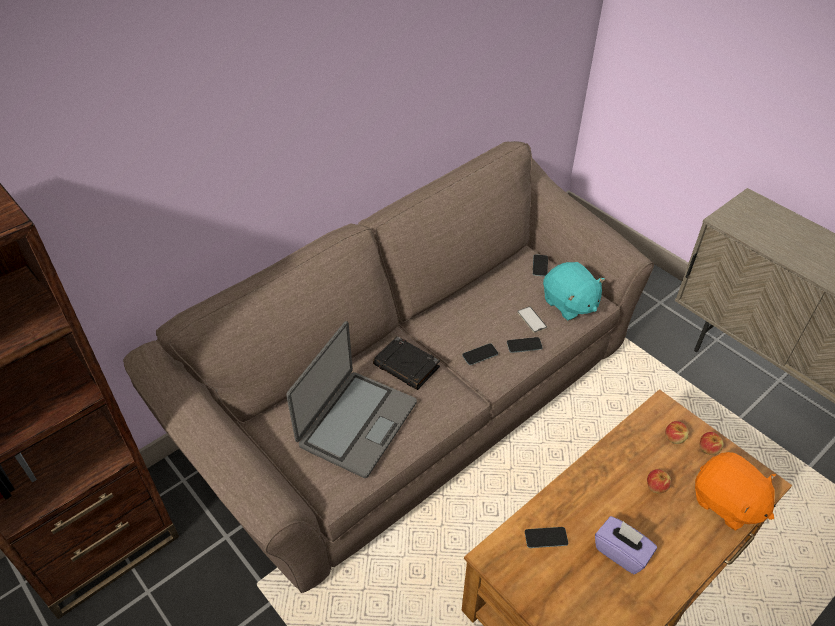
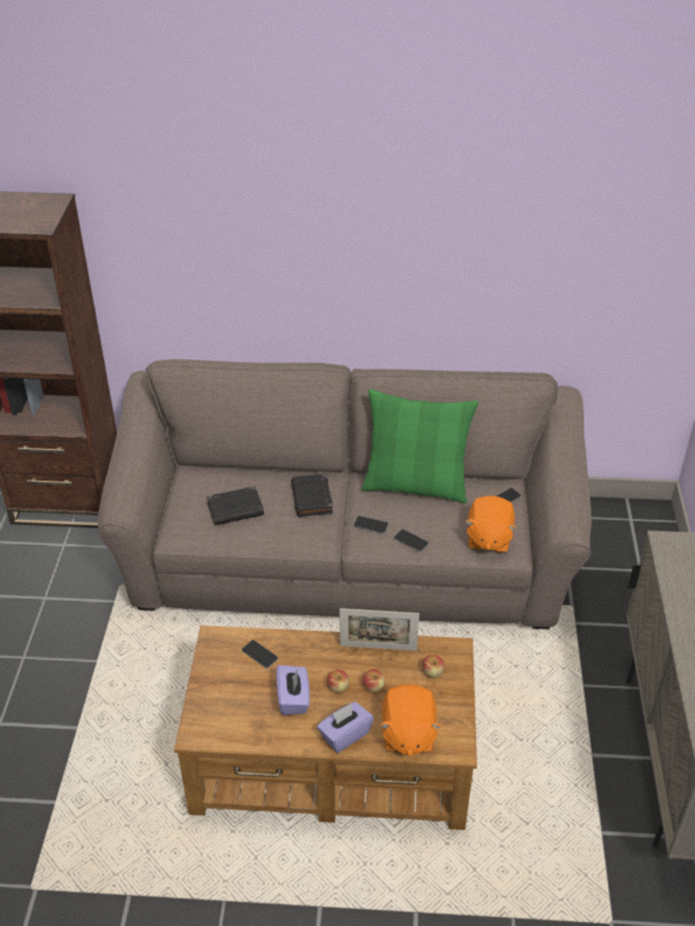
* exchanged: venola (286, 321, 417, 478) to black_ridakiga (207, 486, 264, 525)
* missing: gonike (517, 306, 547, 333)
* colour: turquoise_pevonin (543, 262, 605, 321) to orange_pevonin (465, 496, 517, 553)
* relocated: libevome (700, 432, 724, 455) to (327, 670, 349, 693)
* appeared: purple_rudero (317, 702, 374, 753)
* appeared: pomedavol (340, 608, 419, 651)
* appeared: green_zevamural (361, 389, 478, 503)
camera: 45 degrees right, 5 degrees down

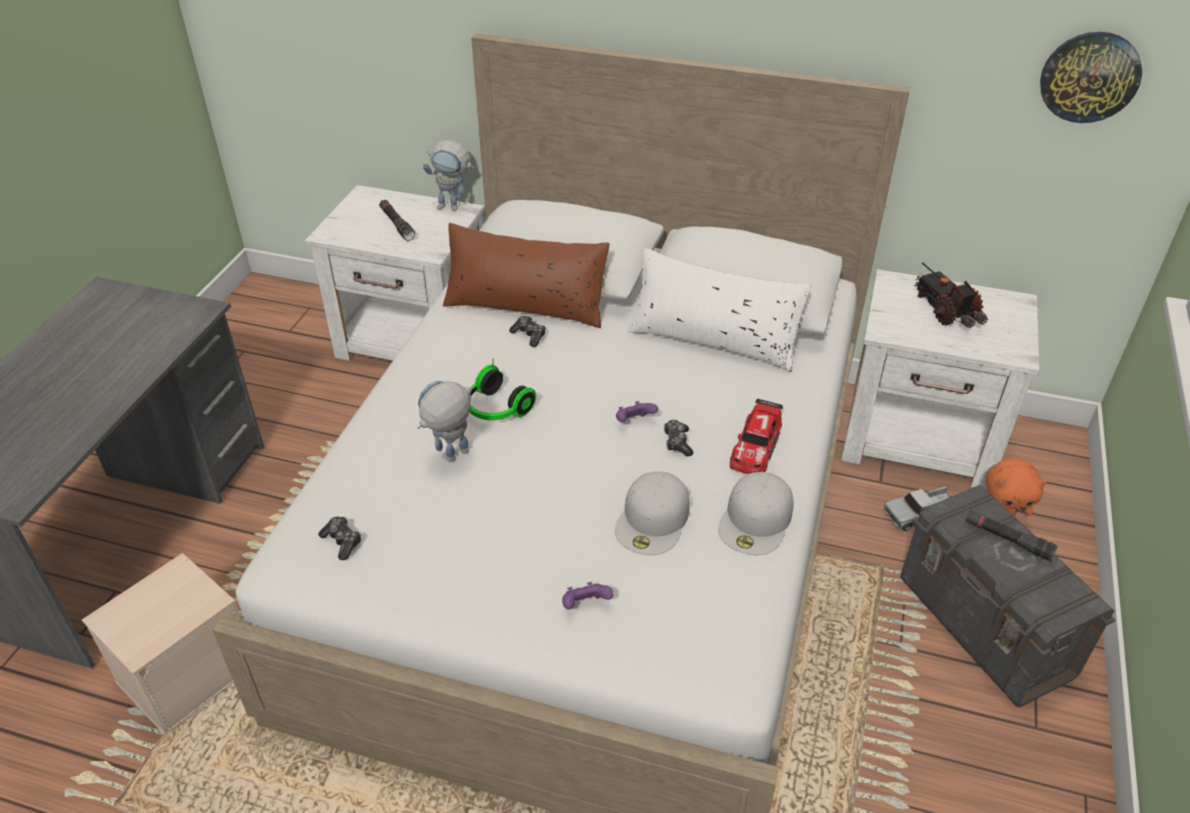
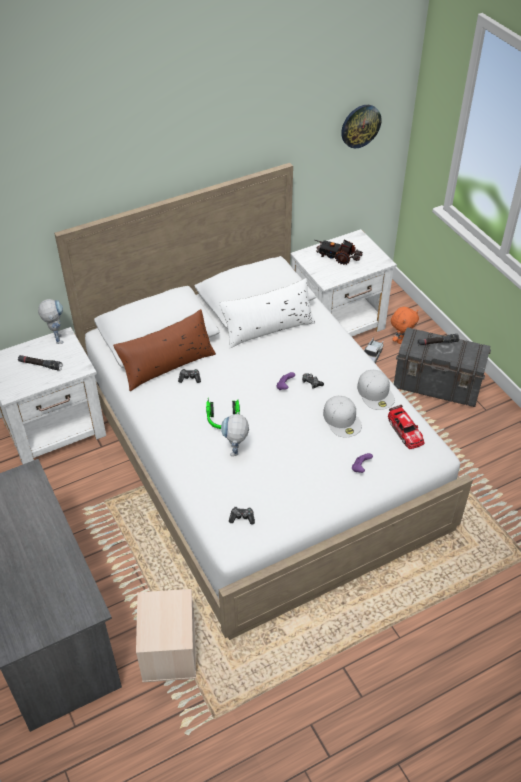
* spun: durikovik (423, 140, 474, 212) = (38, 299, 63, 344) 75 degrees counterclockwise
* relocated: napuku (730, 399, 783, 474) to (388, 405, 425, 449)
camera: 45 degrees left, 5 degrees up

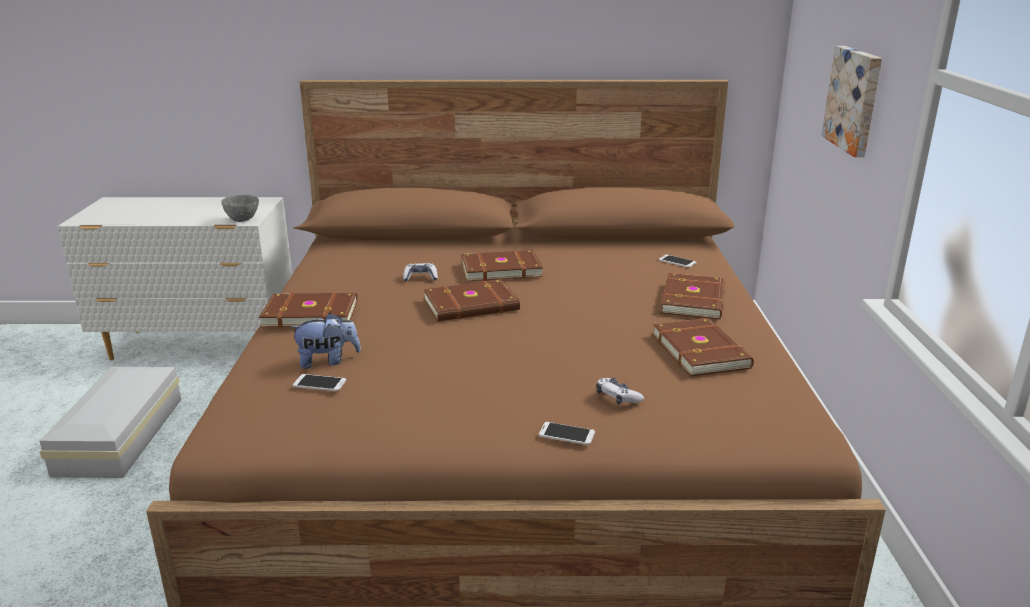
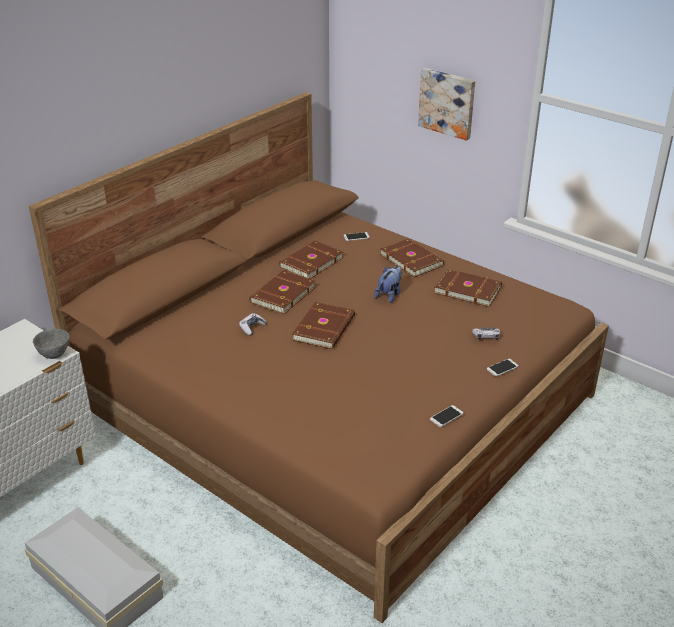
* relocated: brown_ridakiga (259, 292, 358, 328) to (279, 240, 344, 279)
* relocated: pevonin (289, 313, 361, 369) to (374, 266, 402, 303)
* relocated: gonike (293, 374, 346, 391) to (430, 405, 463, 427)
camera: 50 degrees left, 10 degrees up

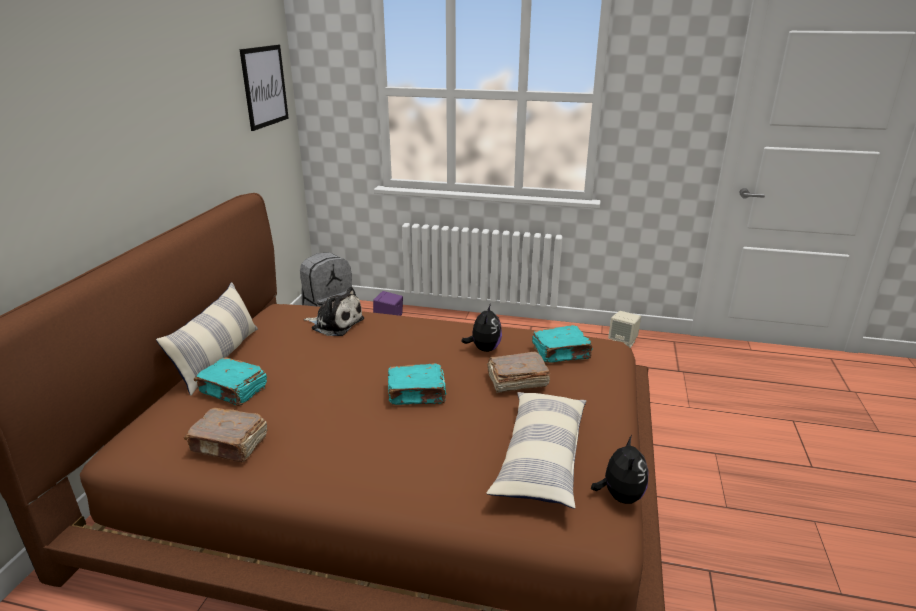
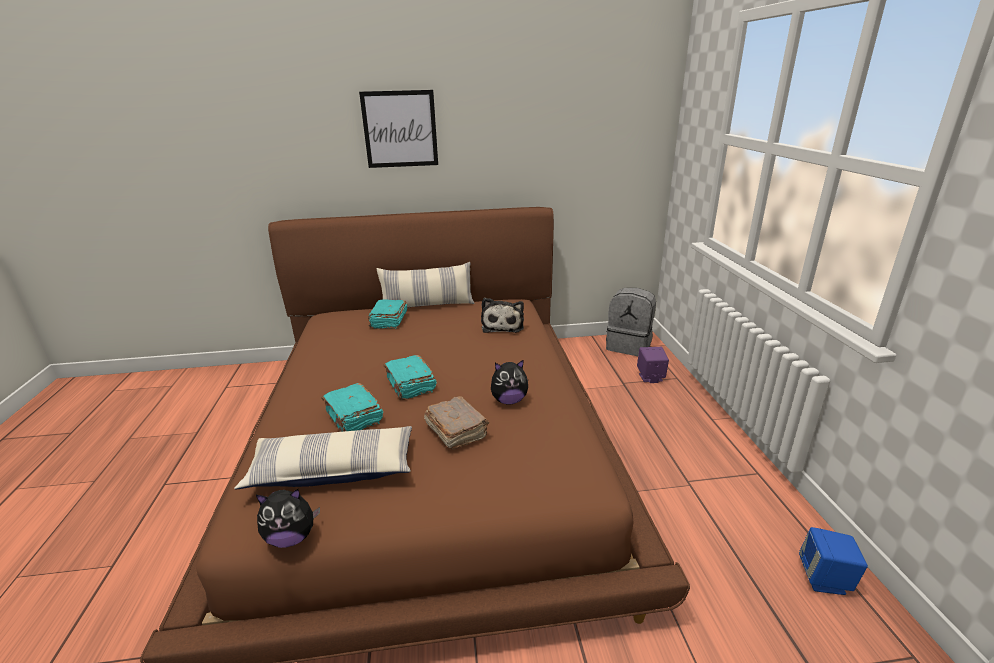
* missing: brown_ridakiga (184, 408, 267, 463)
* relocated: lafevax (239, 45, 289, 131) to (359, 90, 438, 168)
* relocated: turquoise_ridakiga (532, 325, 593, 363) to (321, 383, 383, 432)
* colour: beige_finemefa (608, 311, 641, 348) to blue_finemefa (799, 527, 868, 595)
camera: 70 degrees right, 0 degrees up

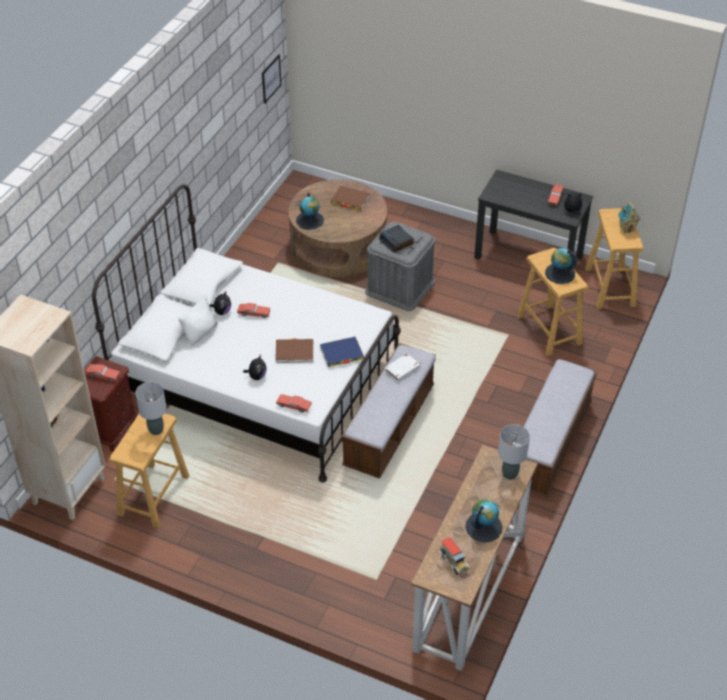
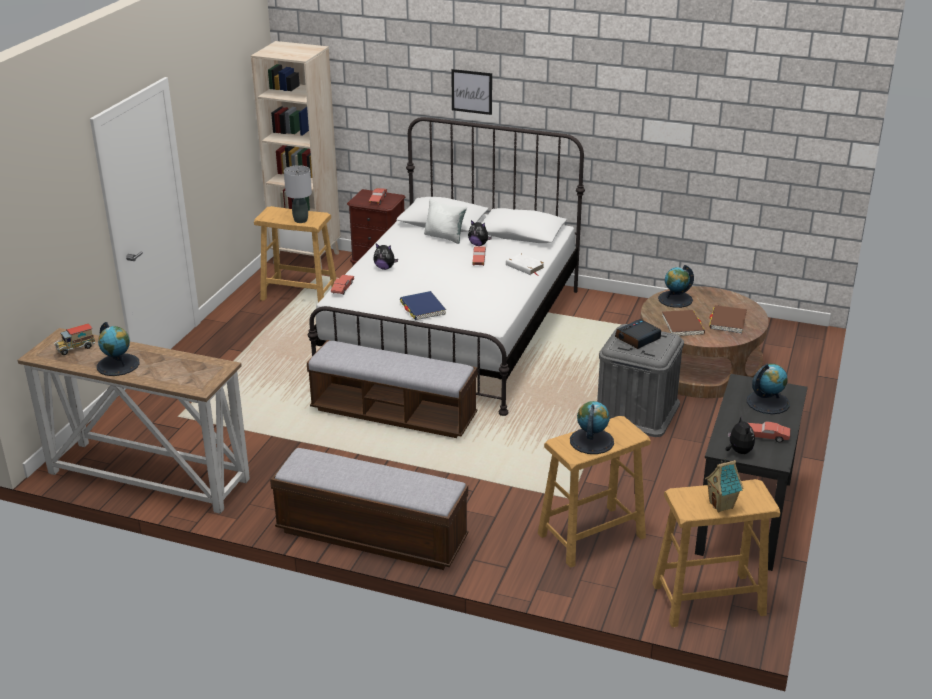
* relocated: lafevax (262, 54, 281, 104) to (451, 69, 492, 115)
* relocated: brown_ridakiga (275, 339, 313, 363) to (662, 310, 705, 336)
* relocated: white_ridakiga (385, 353, 421, 382) to (506, 253, 544, 276)
* missing: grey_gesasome (498, 424, 530, 480)
* appeared: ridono (747, 364, 790, 414)
camera: 85 degrees right, 15 degrees down

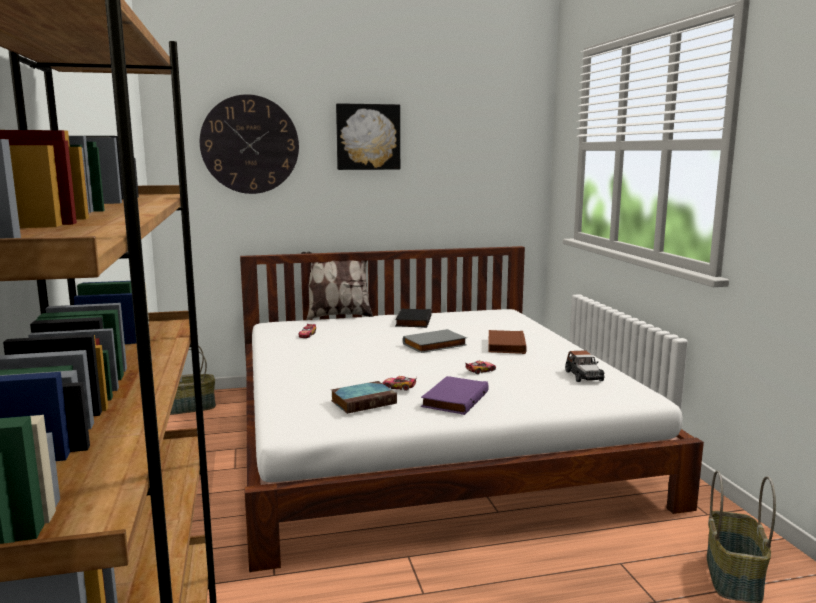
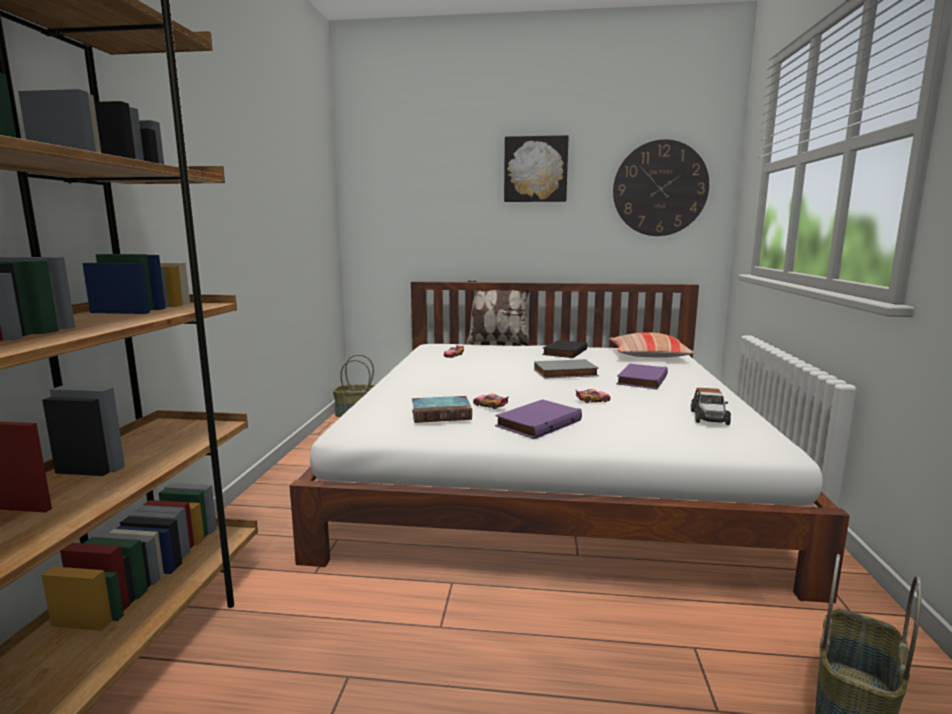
* relocated: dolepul (200, 94, 299, 194) to (613, 139, 709, 236)
* colour: brown_ridakiga (488, 330, 527, 354) to purple_ridakiga (617, 363, 668, 390)
* appeared: zevamural (609, 332, 695, 358)
camera: 20 degrees right, 0 degrees up

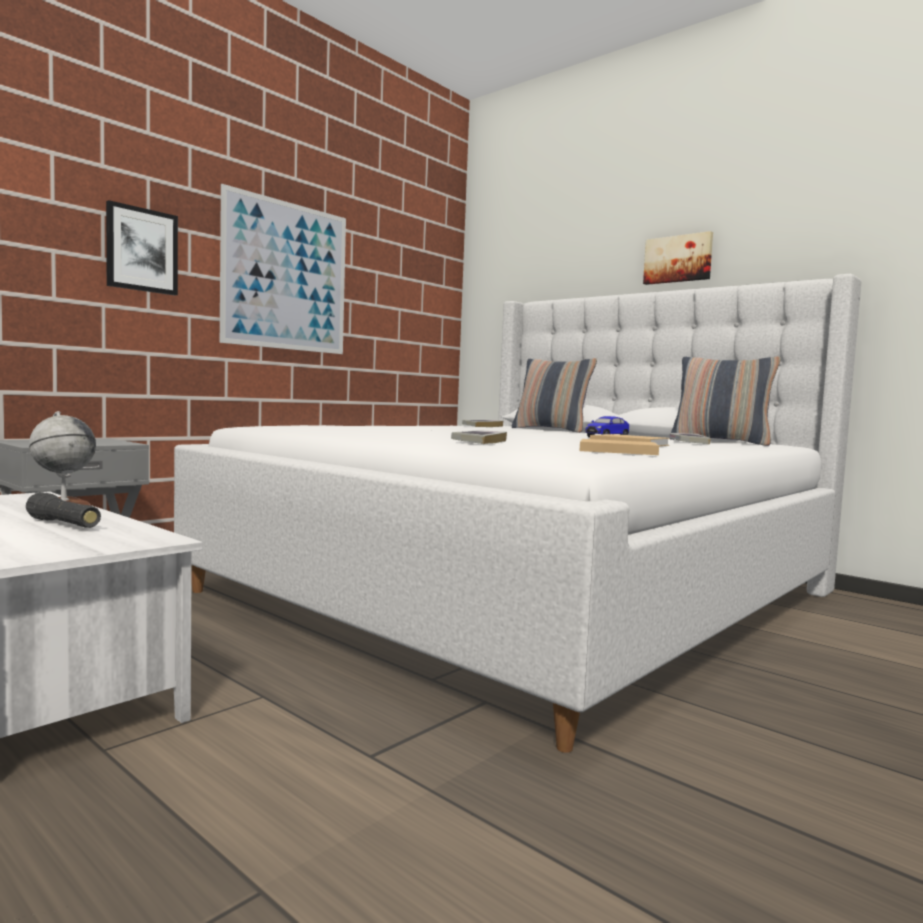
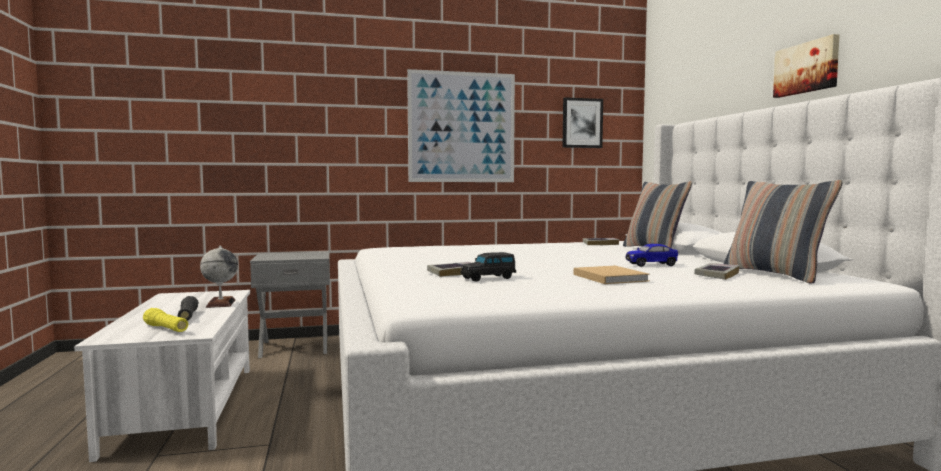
* relocated: lafevax (106, 200, 178, 295) to (562, 97, 603, 148)
* missing: beige_ridakiga (580, 439, 659, 455)
* appeared: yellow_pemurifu (143, 308, 188, 332)
* appeared: black_napuku (460, 252, 516, 282)
camera: 35 degrees right, 0 degrees up

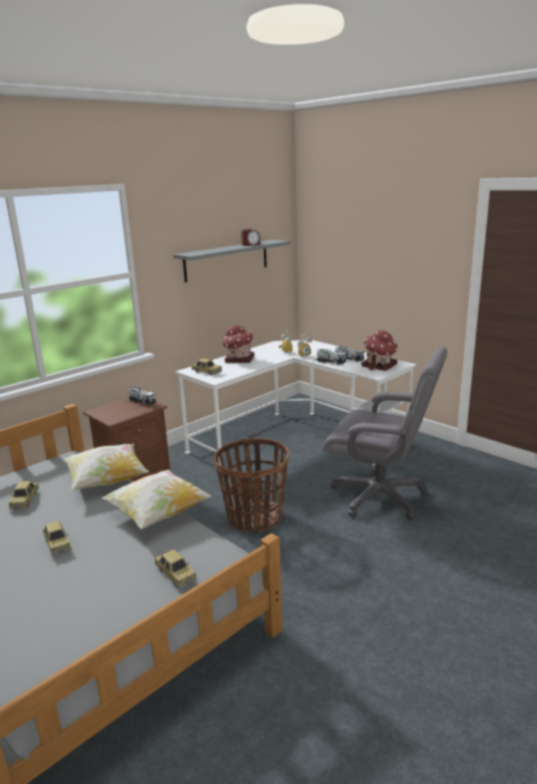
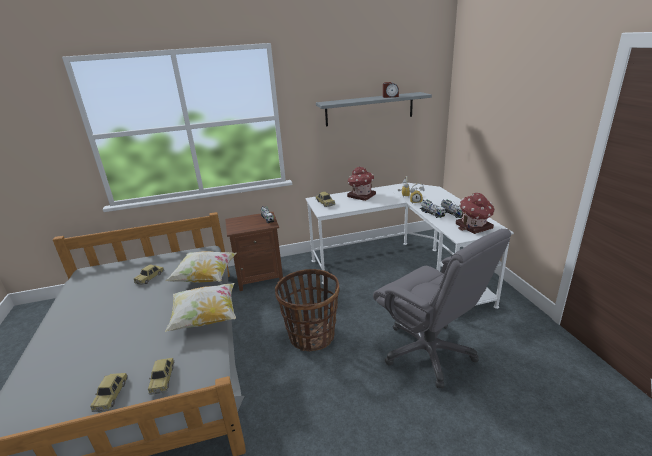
* relocated: napuku (42, 521, 71, 556) to (90, 373, 128, 412)
camera: 30 degrees right, 5 degrees up

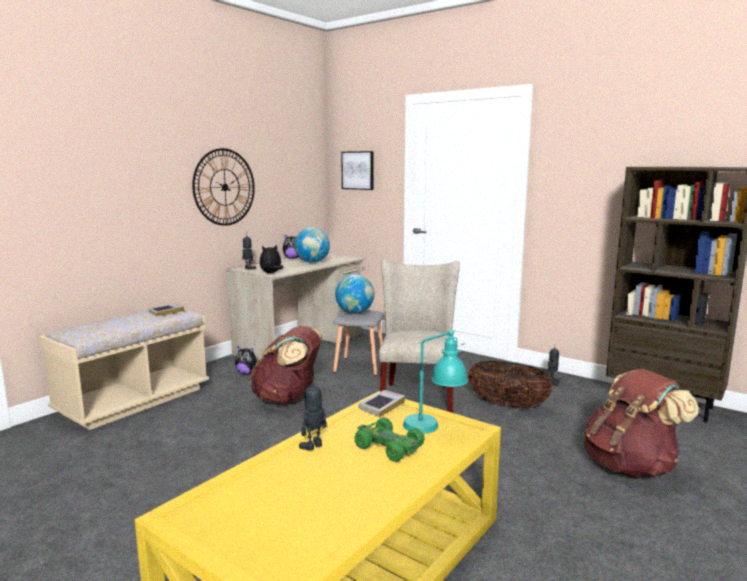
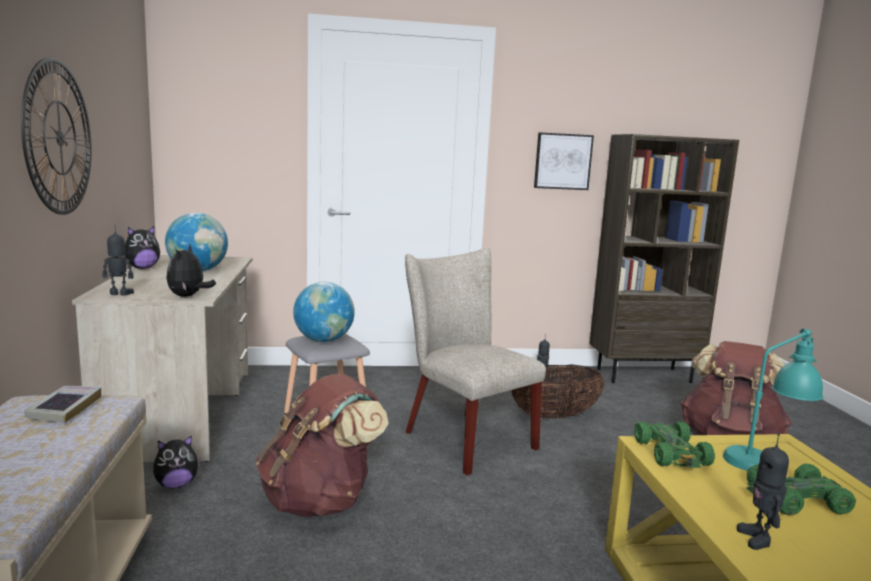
* relocated: lafevax (341, 151, 374, 190) to (534, 133, 594, 190)
* exchanged: ridakiga (358, 390, 405, 417) to green_napuku (634, 421, 715, 468)
camera: 45 degrees left, 0 degrees up

